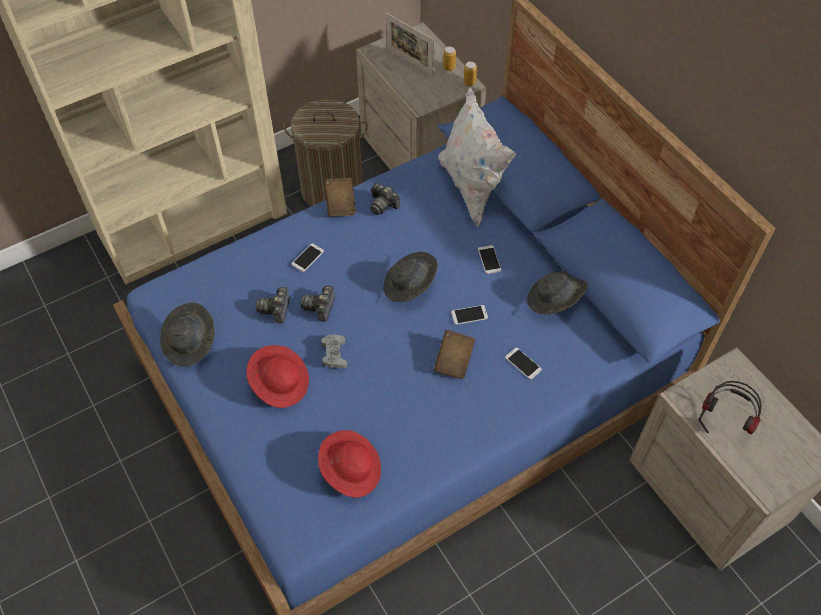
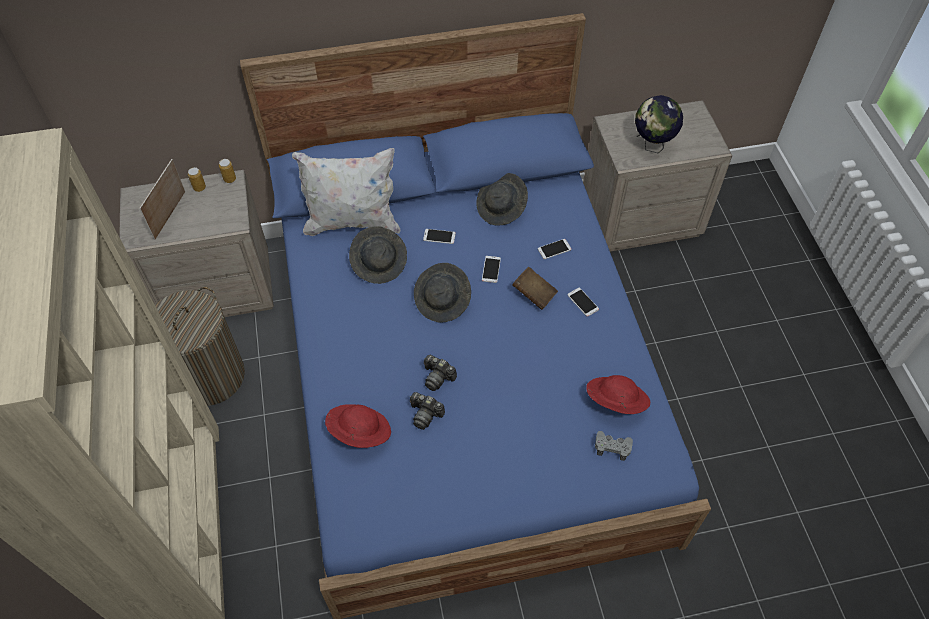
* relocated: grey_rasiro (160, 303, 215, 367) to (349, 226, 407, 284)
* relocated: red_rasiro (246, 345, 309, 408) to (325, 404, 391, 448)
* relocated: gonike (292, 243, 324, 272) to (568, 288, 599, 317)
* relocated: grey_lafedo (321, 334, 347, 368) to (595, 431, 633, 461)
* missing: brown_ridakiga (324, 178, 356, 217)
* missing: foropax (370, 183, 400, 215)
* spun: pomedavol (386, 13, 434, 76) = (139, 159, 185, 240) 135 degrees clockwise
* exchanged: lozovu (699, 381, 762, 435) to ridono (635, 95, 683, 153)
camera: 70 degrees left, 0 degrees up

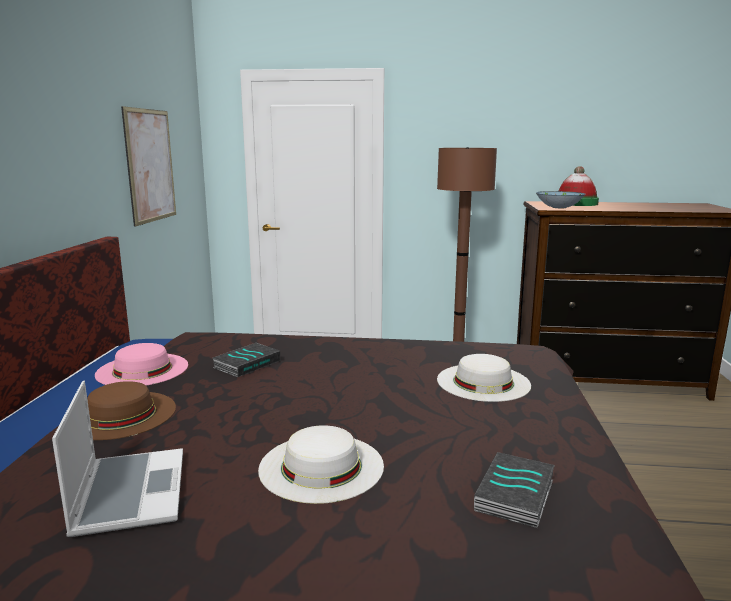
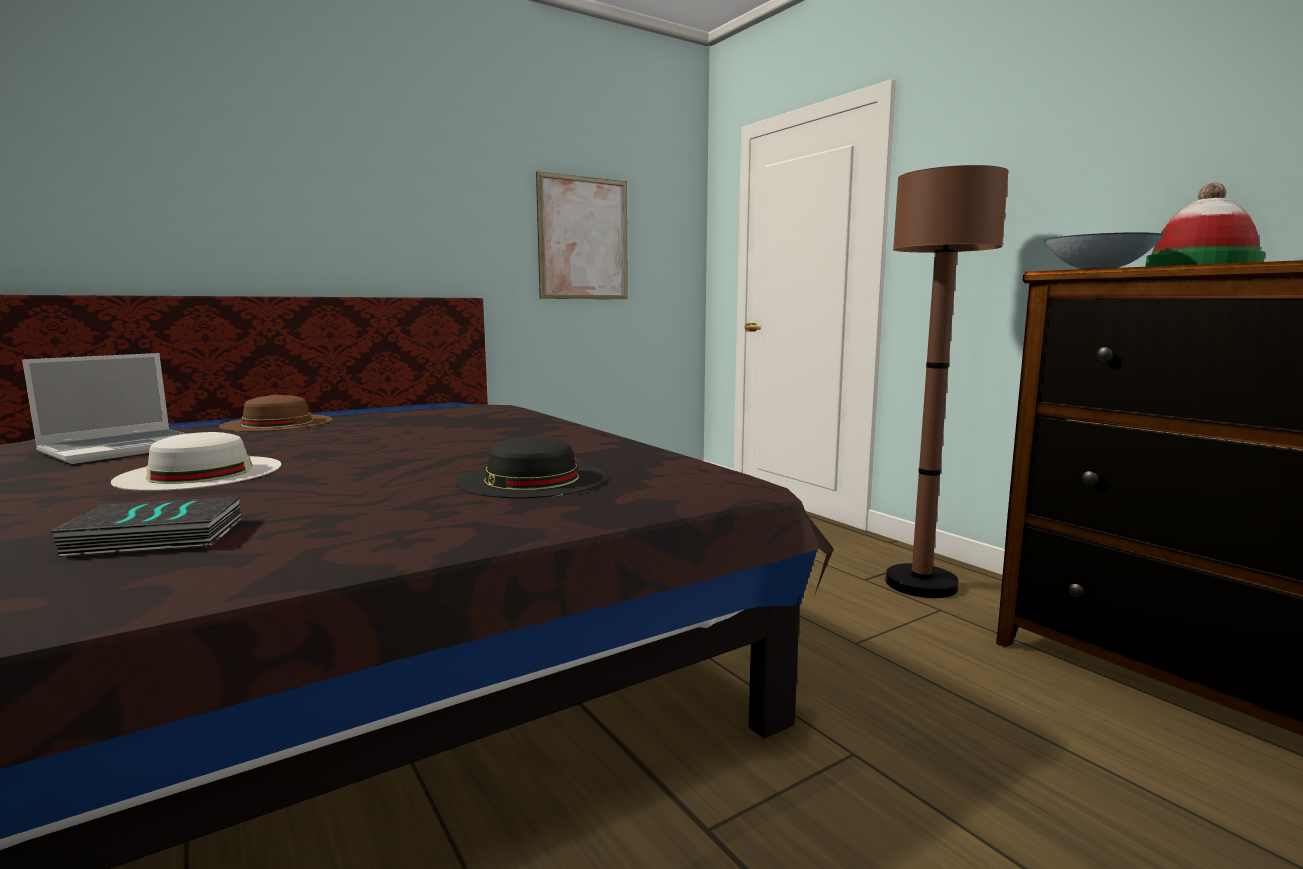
* missing: pink_rasiro (95, 343, 188, 385)
* missing: ridakiga (213, 343, 280, 377)
* colour: white_rasiro (437, 354, 531, 402) to black_rasiro (455, 437, 606, 498)
camera: 50 degrees right, 5 degrees down

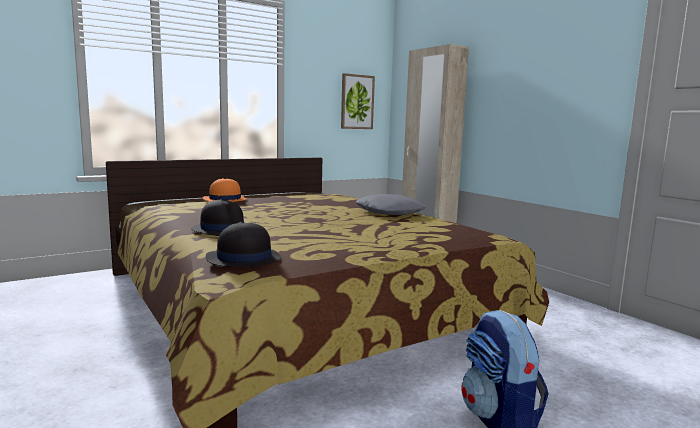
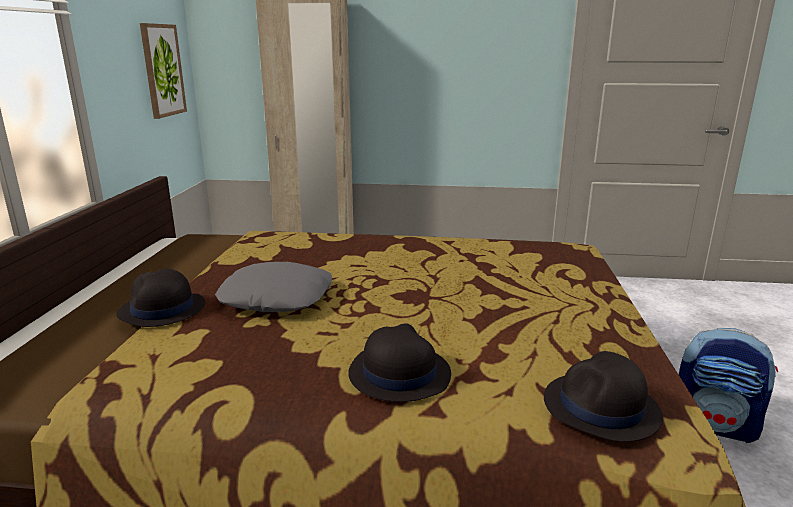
* colour: orange_rasiro (203, 178, 246, 202) to black_rasiro (117, 269, 205, 327)
* relocated: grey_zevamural (356, 194, 426, 215) to (215, 262, 332, 312)
camera: 50 degrees left, 10 degrees up

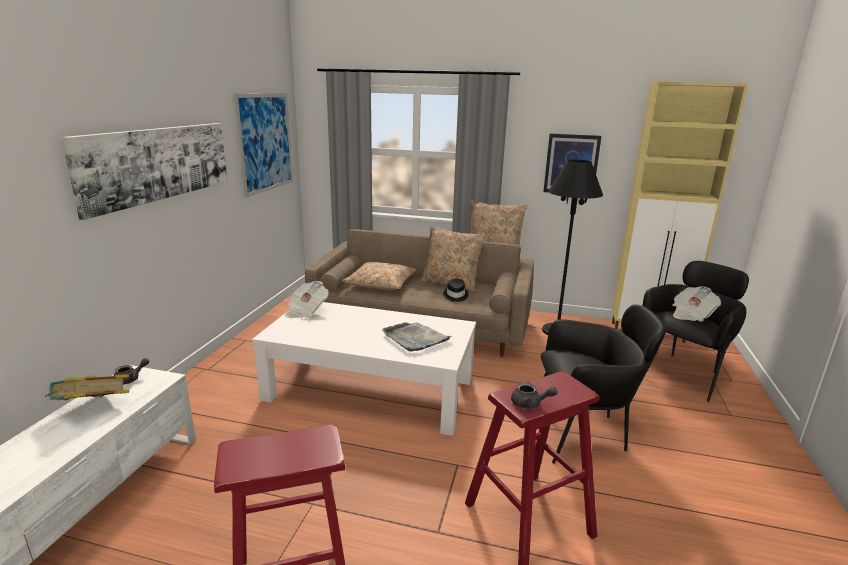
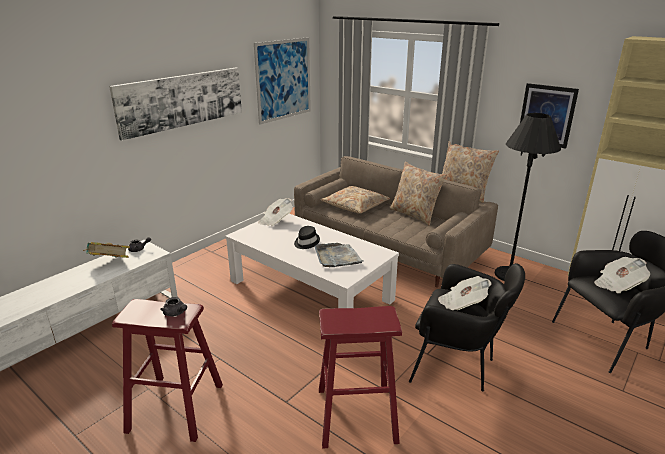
* relocated: black_rasiro (443, 279, 468, 302) to (294, 226, 320, 249)
* relocated: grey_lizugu (511, 383, 558, 409) to (160, 297, 187, 317)
* appeared: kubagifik (438, 276, 492, 310)
camera: 25 degrees right, 5 degrees up

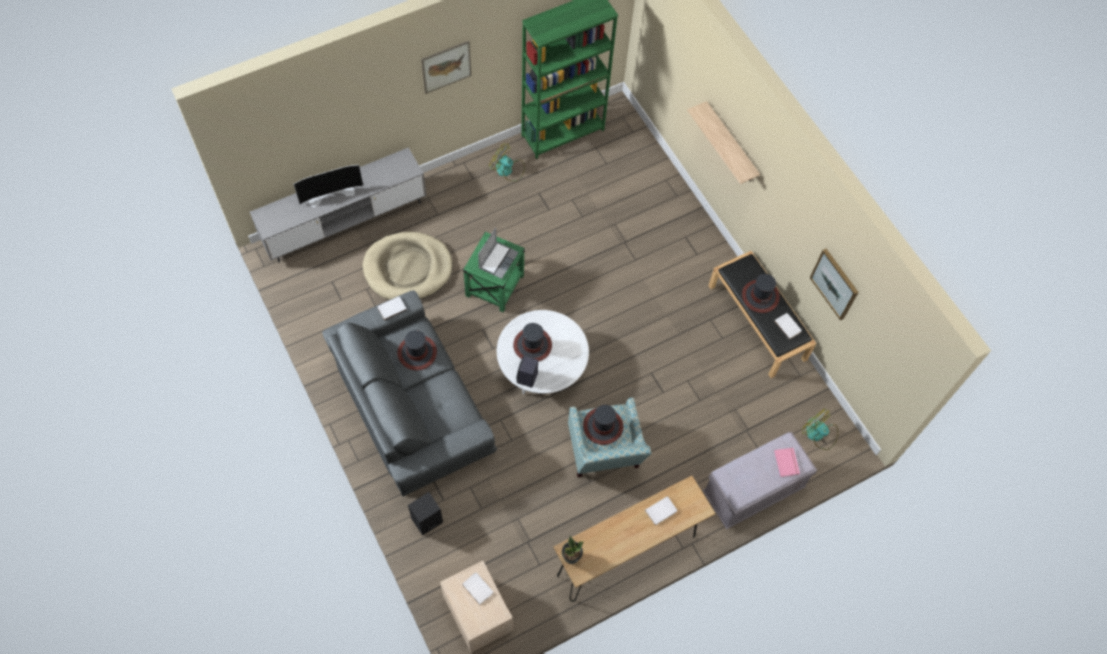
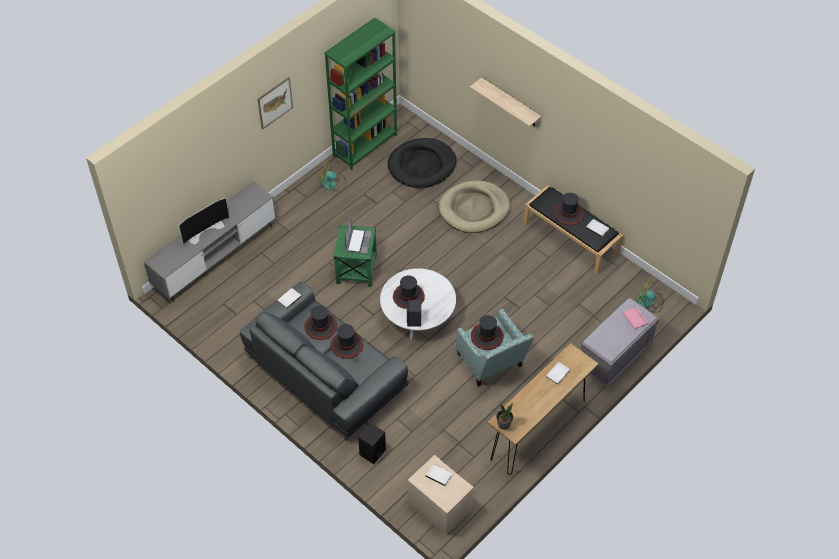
* relocated: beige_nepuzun (363, 232, 453, 300) to (439, 180, 510, 233)
* missing: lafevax (810, 249, 859, 320)
* appeared: rasiro (330, 324, 363, 359)
* appeared: black_nepuzun (388, 138, 457, 188)
camera: 15 degrees left, 10 degrees down

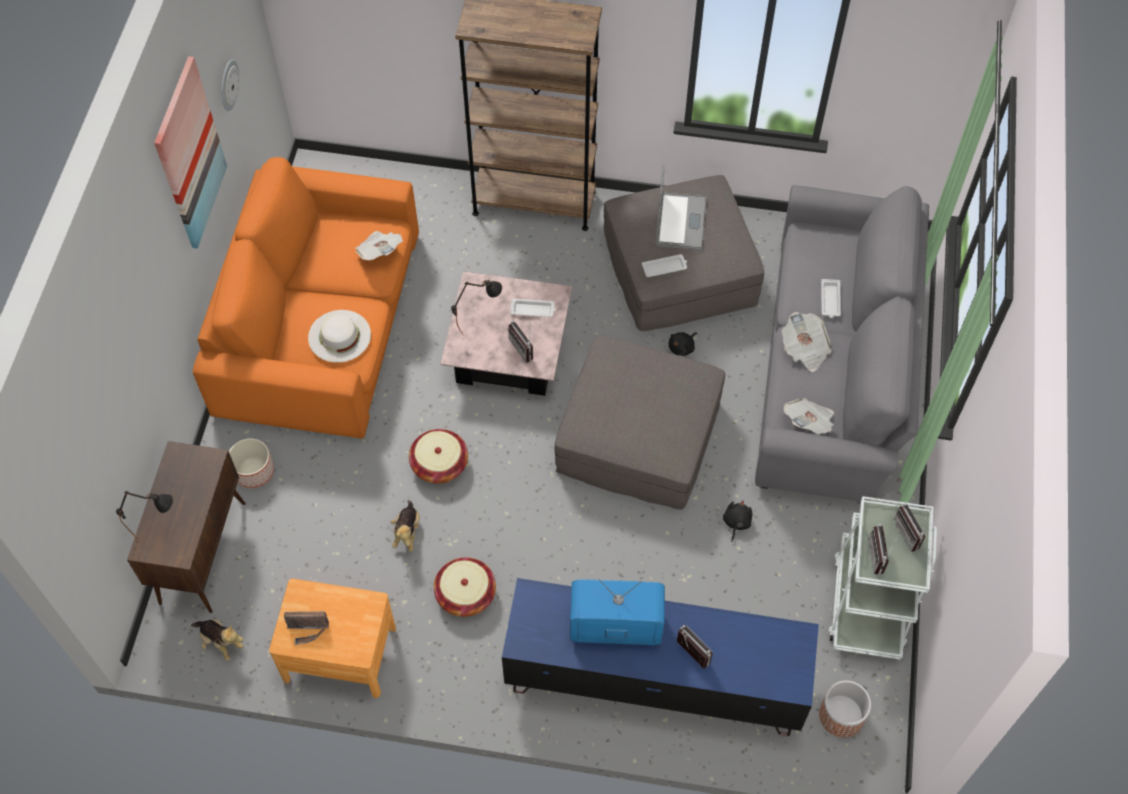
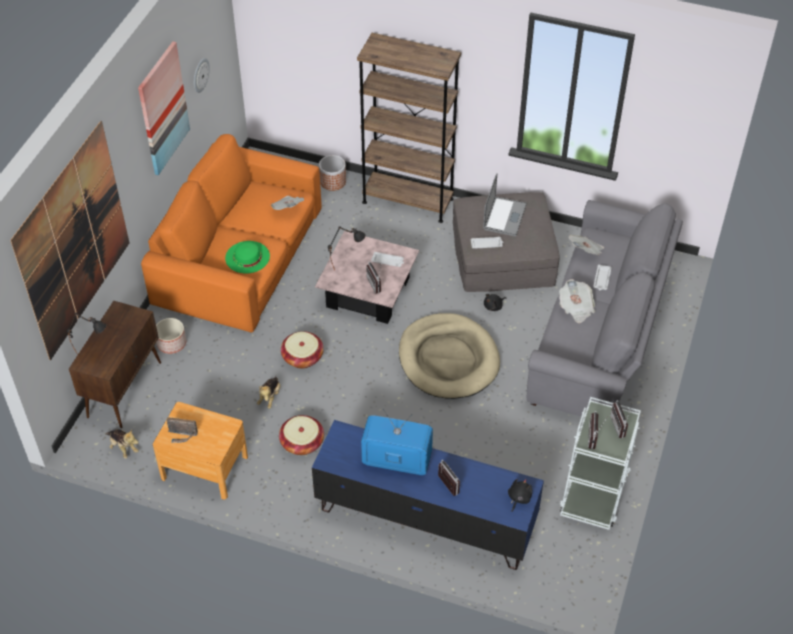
* colour: white_rasiro (308, 310, 371, 363) to green_rasiro (225, 241, 270, 274)
* exchanged: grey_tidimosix (554, 335, 725, 510) to beige_nepuzun (399, 313, 500, 399)
* relocated: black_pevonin (723, 500, 752, 542) to (508, 478, 532, 512)
* relocated: kubagifik (784, 398, 834, 434) to (568, 235, 604, 255)
* relocated: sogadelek (819, 680, 871, 737) to (319, 155, 346, 191)
* appeared: lafevax (10, 121, 129, 360)
camera: 10 degrees right, 10 degrees down

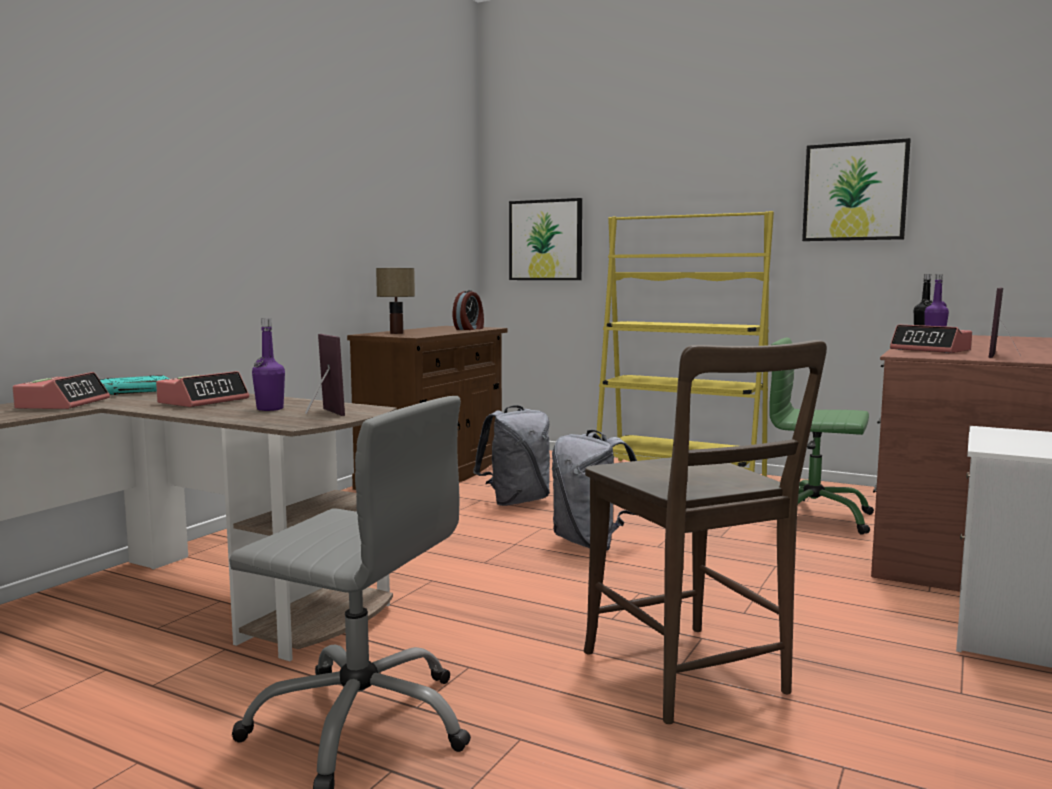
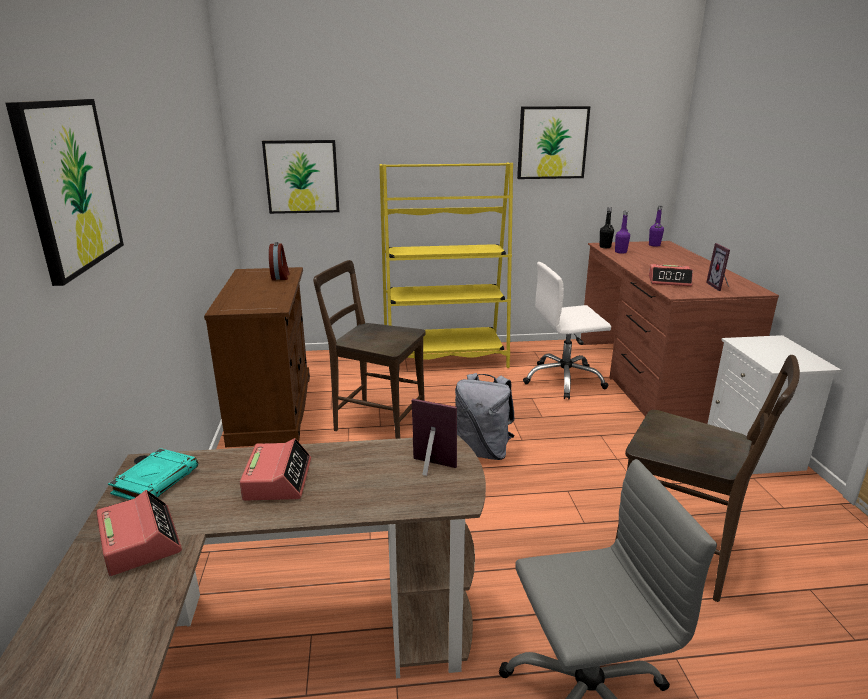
* relocated: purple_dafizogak (252, 318, 285, 411) to (649, 206, 664, 247)
* missing: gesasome (376, 268, 415, 334)
* exchanged: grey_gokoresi (473, 405, 550, 506) to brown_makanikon (313, 260, 426, 439)
* colour: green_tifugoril (769, 338, 874, 535) to white_tifugoril (523, 262, 611, 399)
* appeared: lafevax (6, 99, 124, 286)
camera: 35 degrees left, 15 degrees up

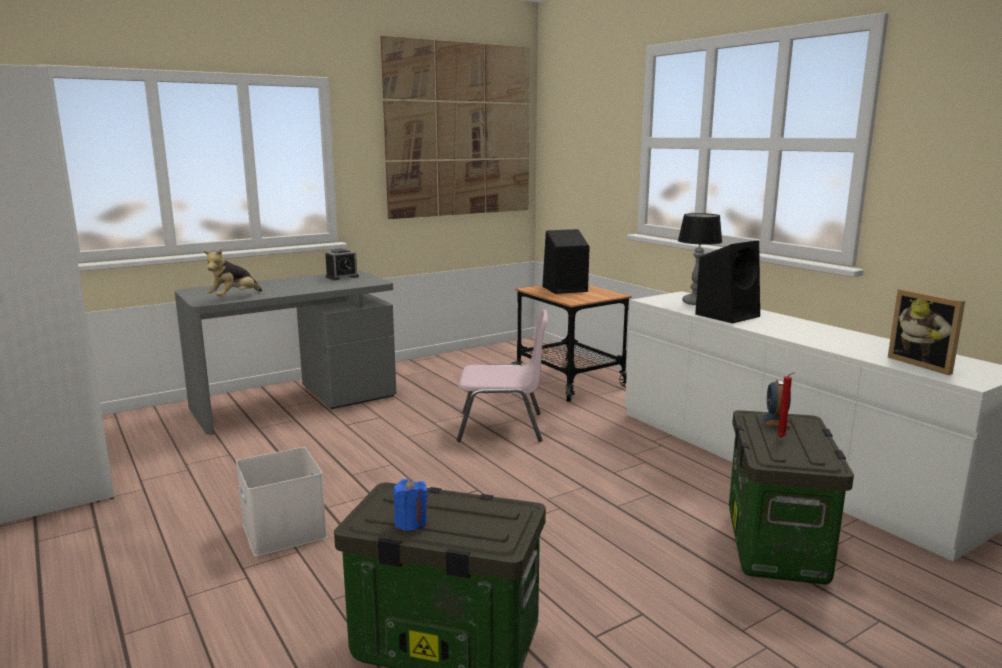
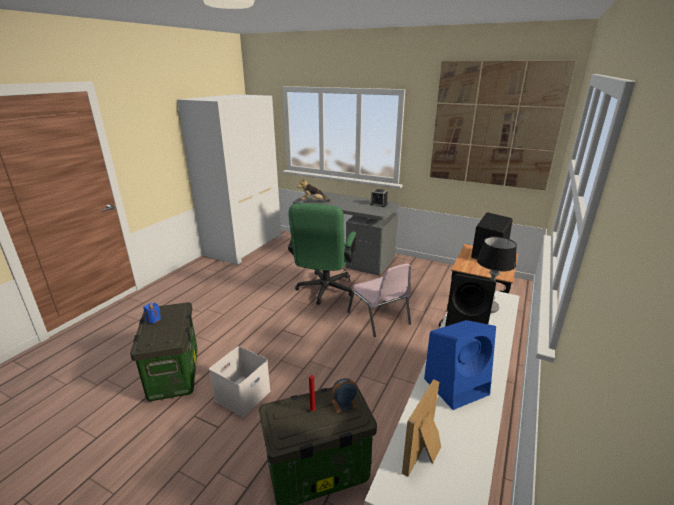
* relocated: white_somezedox (236, 447, 327, 557) to (209, 346, 271, 417)
* appeared: green_tifugoril (288, 203, 356, 305)
* appeared: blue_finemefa (424, 320, 496, 410)
camera: 60 degrees right, 10 degrees up

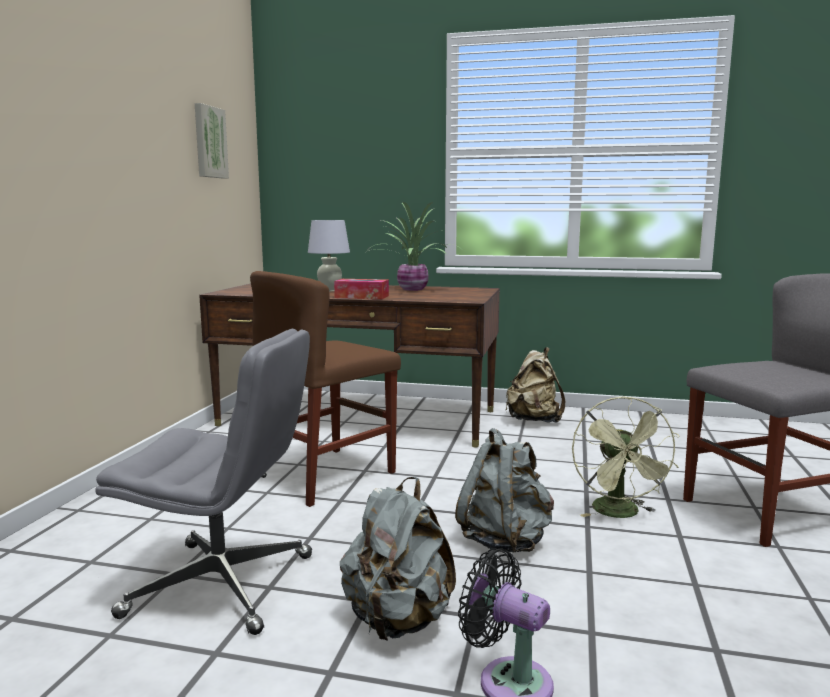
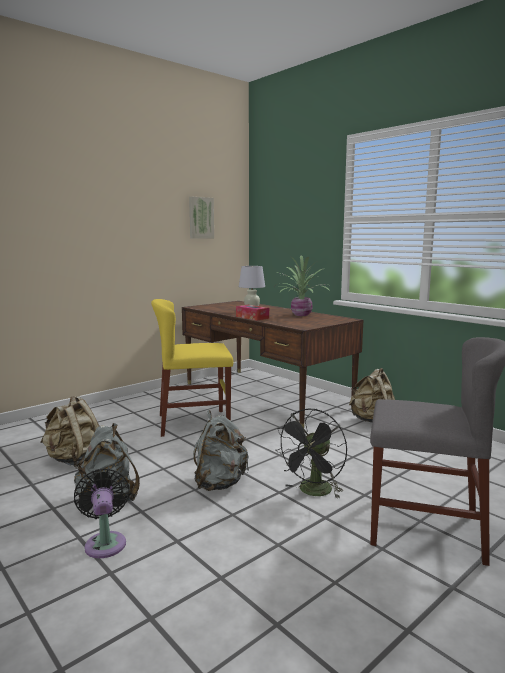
* exchanged: grey_tifugoril (96, 329, 312, 635) to beige_gokoresi (40, 396, 99, 467)
* colour: brown_makanikon (250, 271, 401, 507) to yellow_makanikon (151, 299, 233, 437)
* colour: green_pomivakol (572, 396, 680, 518) to black_pomivakol (276, 409, 347, 499)
camera: 35 degrees right, 0 degrees up

